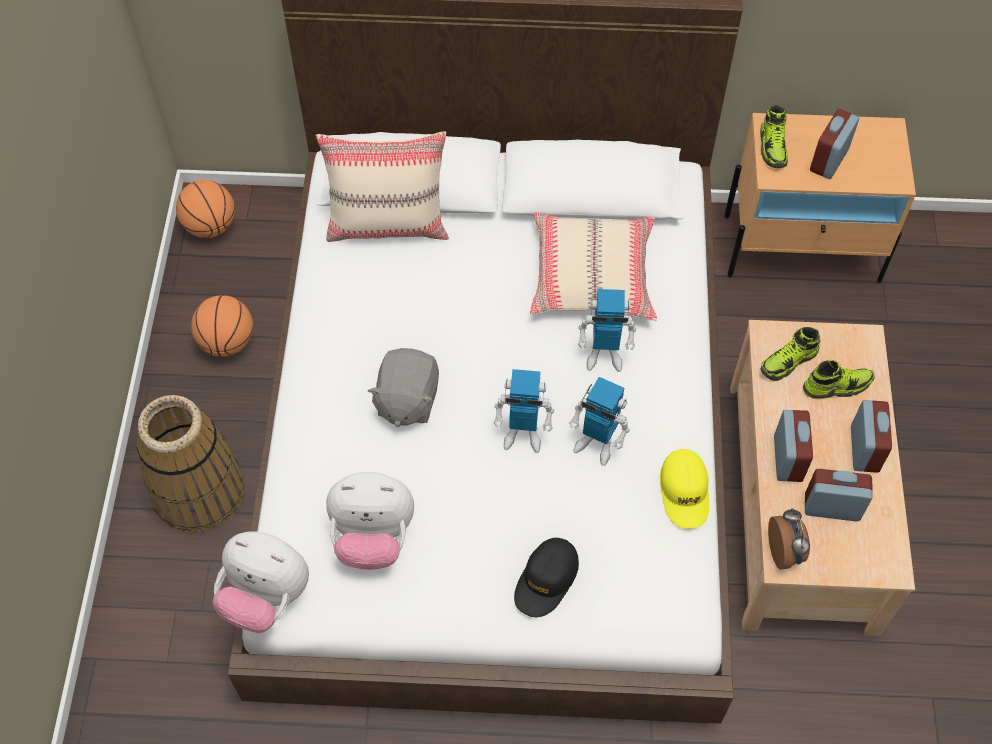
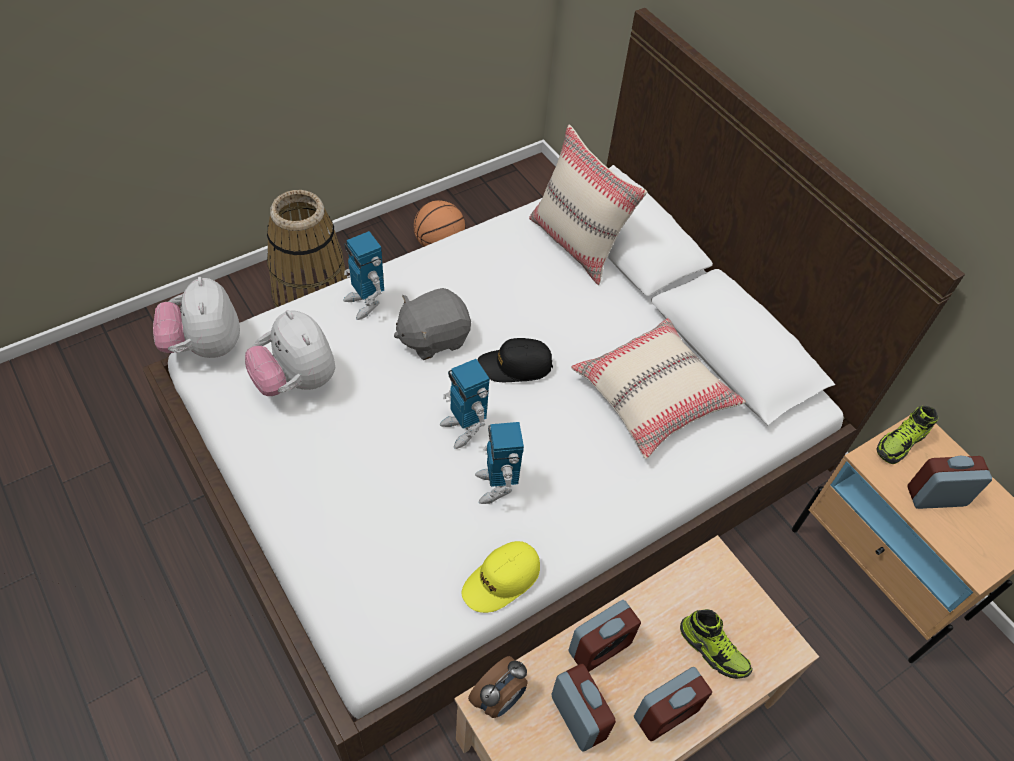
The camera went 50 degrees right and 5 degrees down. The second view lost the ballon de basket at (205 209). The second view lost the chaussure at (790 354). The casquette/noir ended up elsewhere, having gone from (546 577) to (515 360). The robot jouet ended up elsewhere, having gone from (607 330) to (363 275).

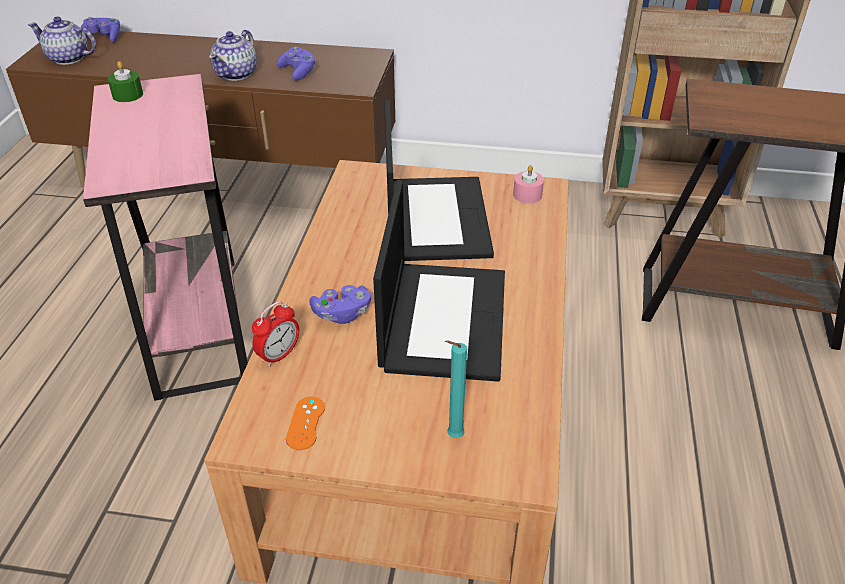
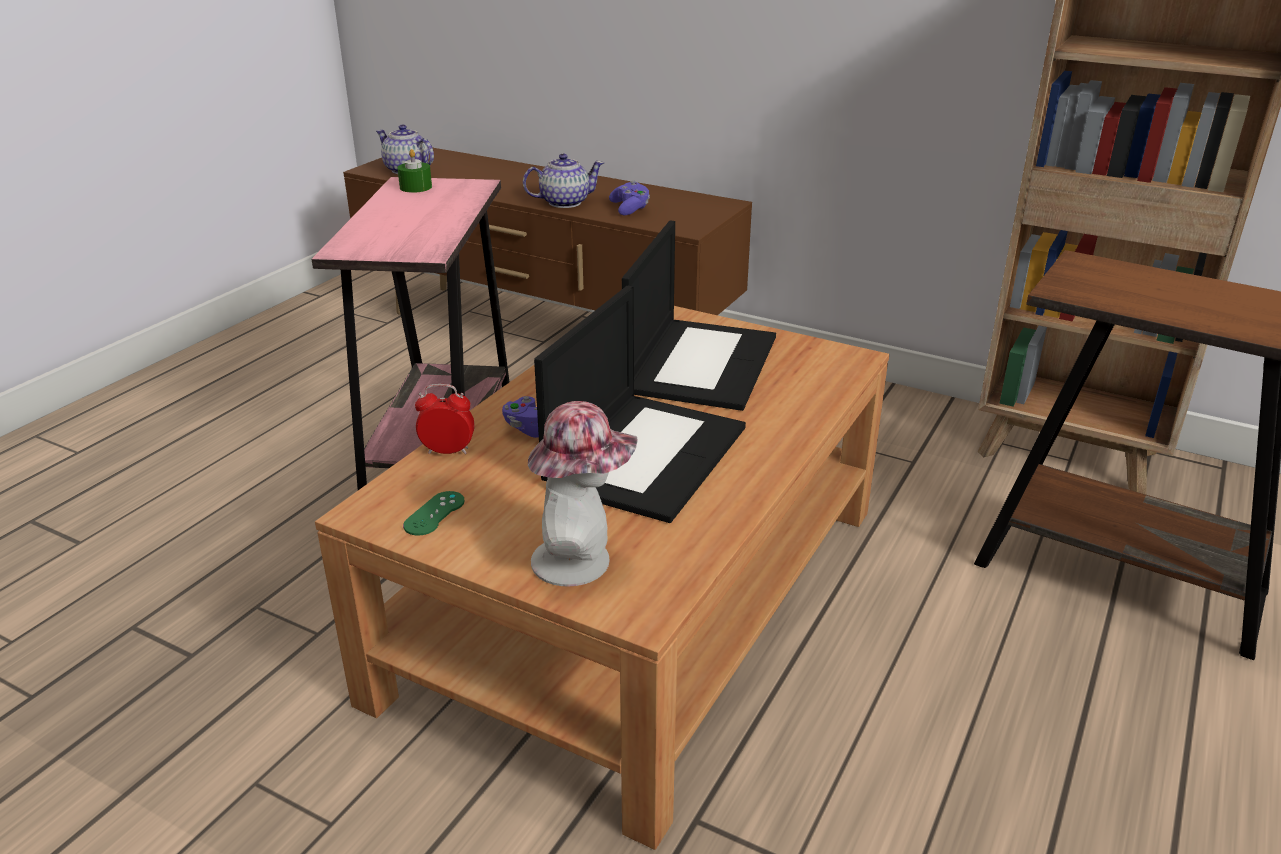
The camera went 20 degrees right and 10 degrees down. The second view lost the manette/violet at (100 30). The second view lost the bougie/rose at (528 184). Where the bougie/turquoise stood at (456 389), the chapeau came to stand at (583 494). What was the manette/orange at (305 423) turned into the manette/vert at (434 513). The théière at (233 55) ended up facing another way, 150 degrees counterclockwise from before. The réveil at (275 334) ended up facing another way, 150 degrees counterclockwise from before.

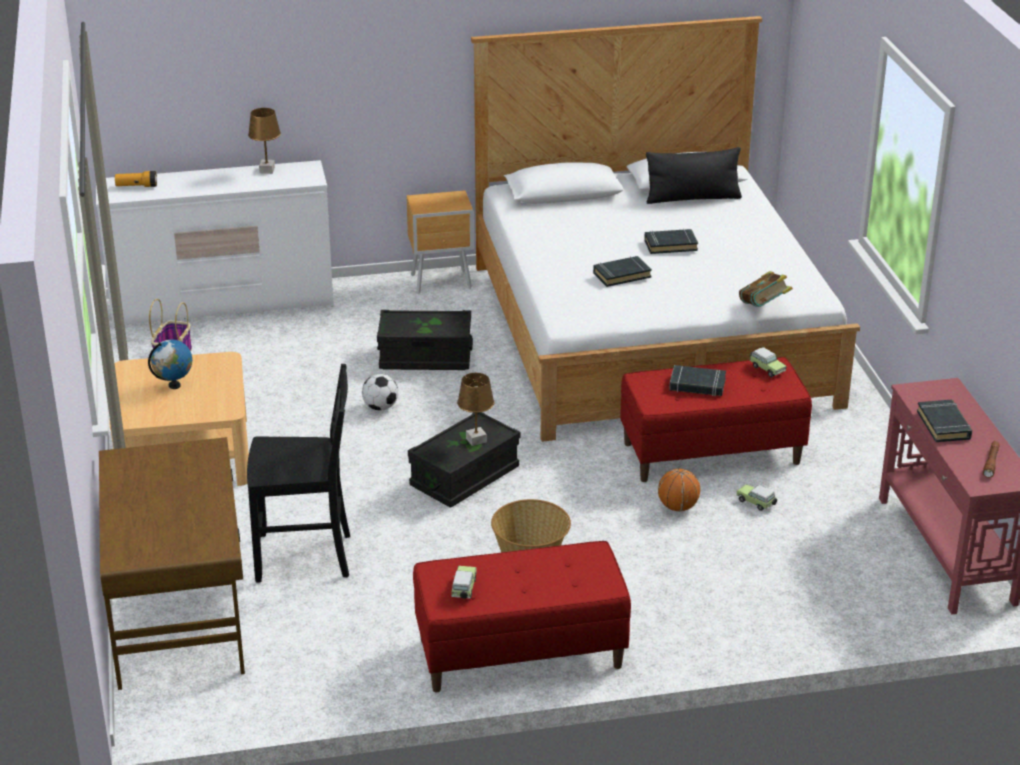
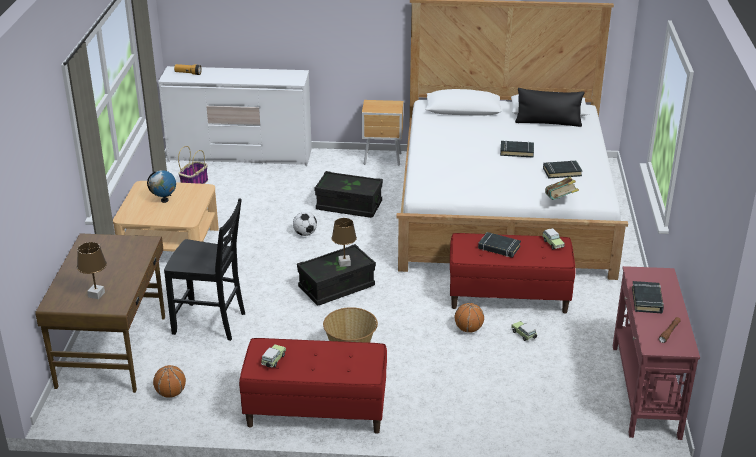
The camera went 15 degrees right and 0 degrees up. The second view gained the ballon de basket at (169 381). The lampe de table/marron ended up elsewhere, having gone from (264 141) to (92 270). The livre/noir ended up elsewhere, having gone from (622 271) to (563 170).

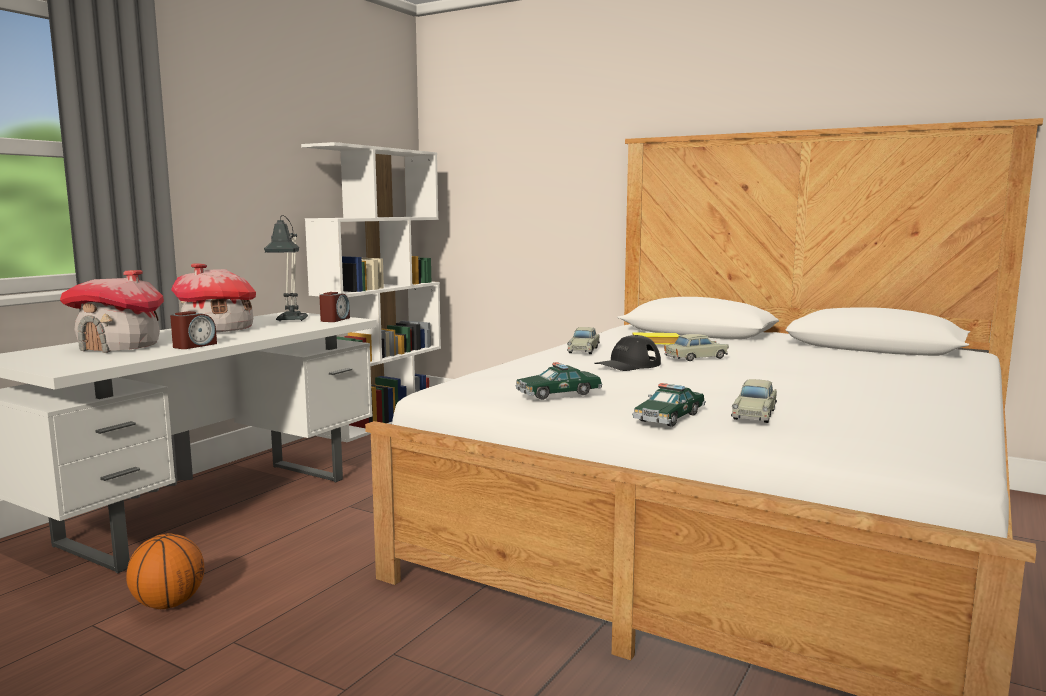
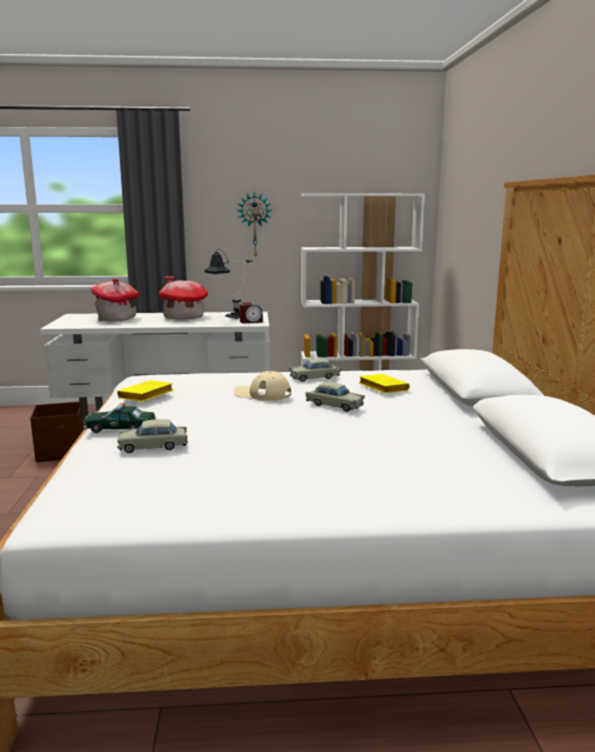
The camera went 55 degrees right and 5 degrees up. The second view lost the réveil at (193 330). The second view gained the horloge murale at (255 224). Where the ballon de basket stood at (165 571), the boîte de rangement/marron came to stand at (57 432). Where the petite voiture stood at (559 381), the livre/jaune came to stand at (145 391). What was the casquette/noir at (627 353) turned into the casquette/beige at (262 386).

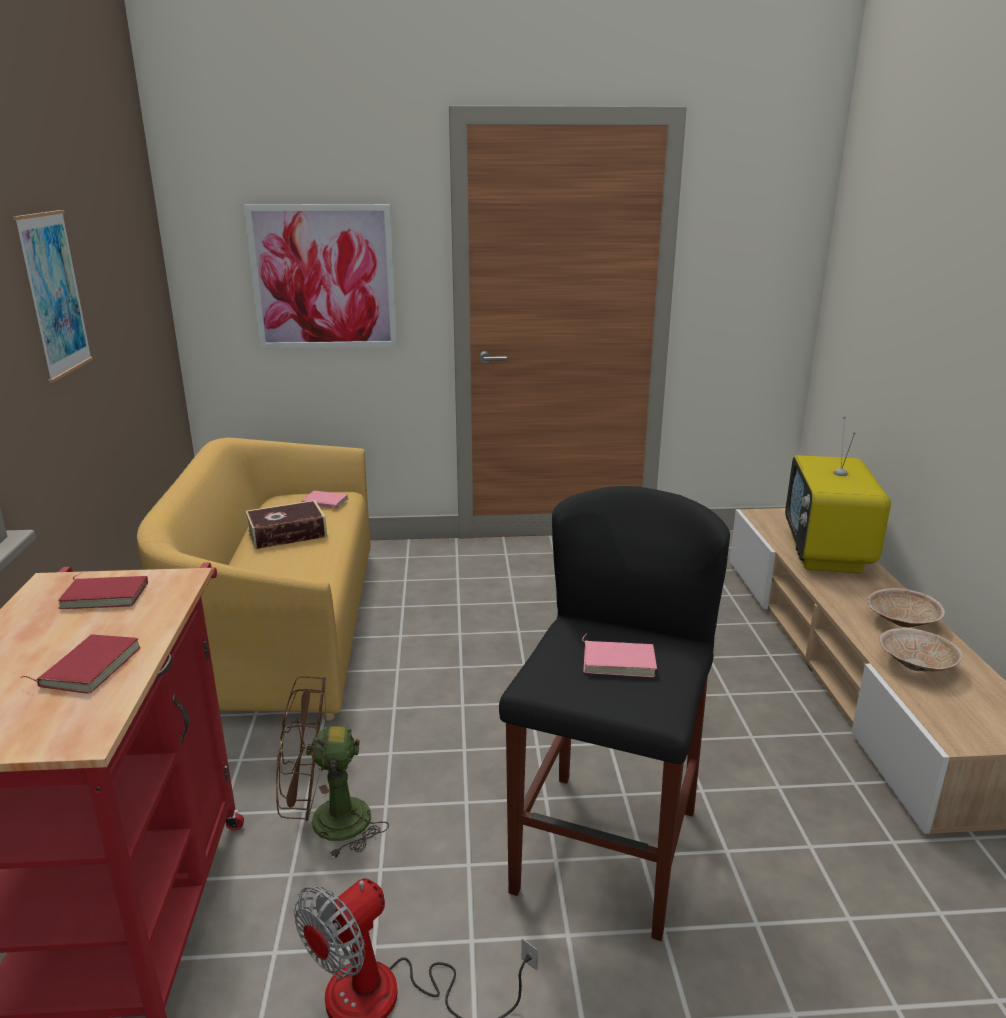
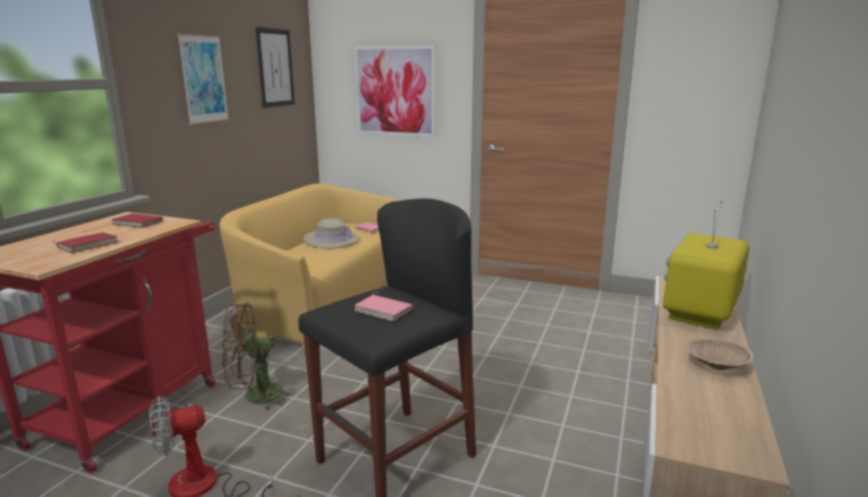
The camera went 25 degrees right and 5 degrees down. The second view lost the bol/beige at (921 649). The second view gained the tableau at (275 67). Where the livre stood at (286 524), the chapeau/beige came to stand at (331 234). The ventilateur/marron at (332 768) ended up facing another way, 45 degrees counterclockwise from before.

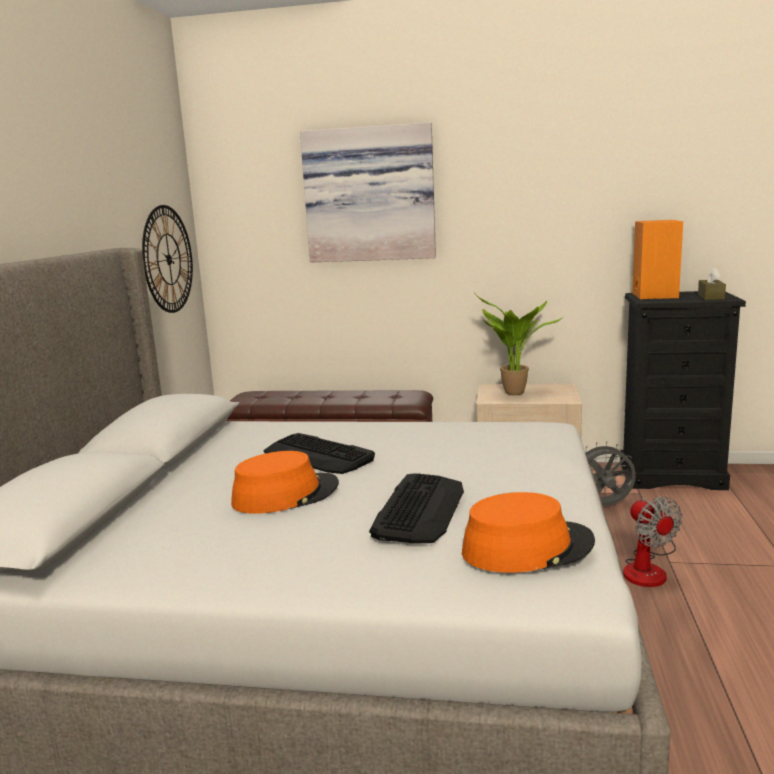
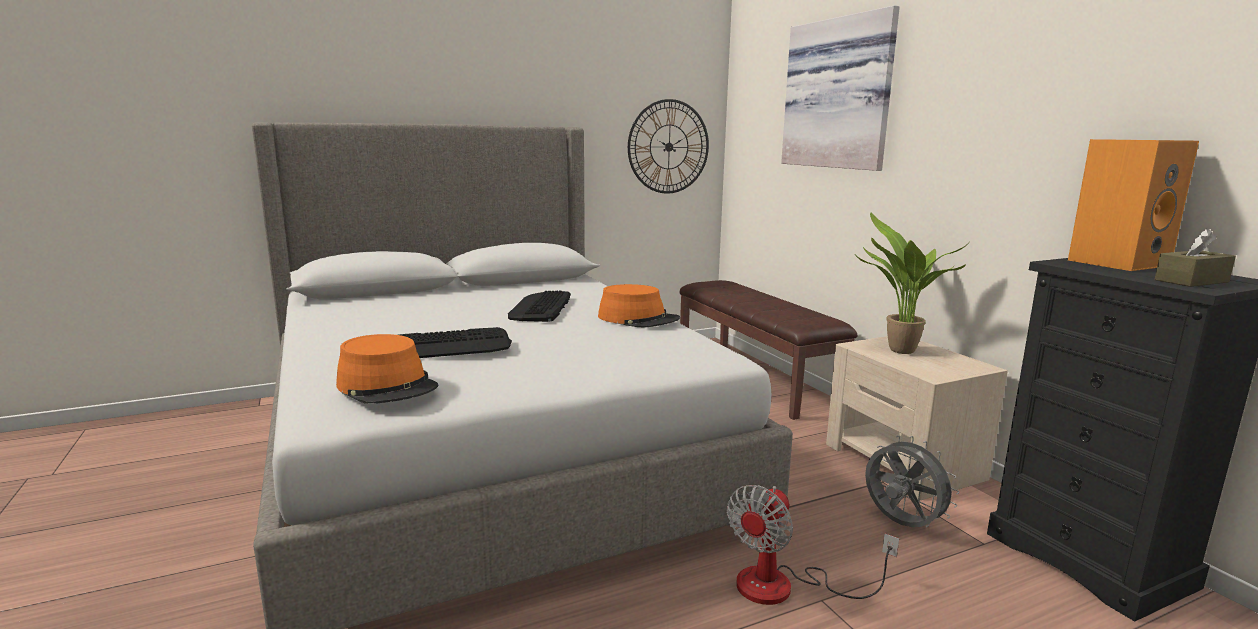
The camera went 55 degrees right and 0 degrees up. The chapeau/orange ended up elsewhere, having gone from (285 482) to (639 306).

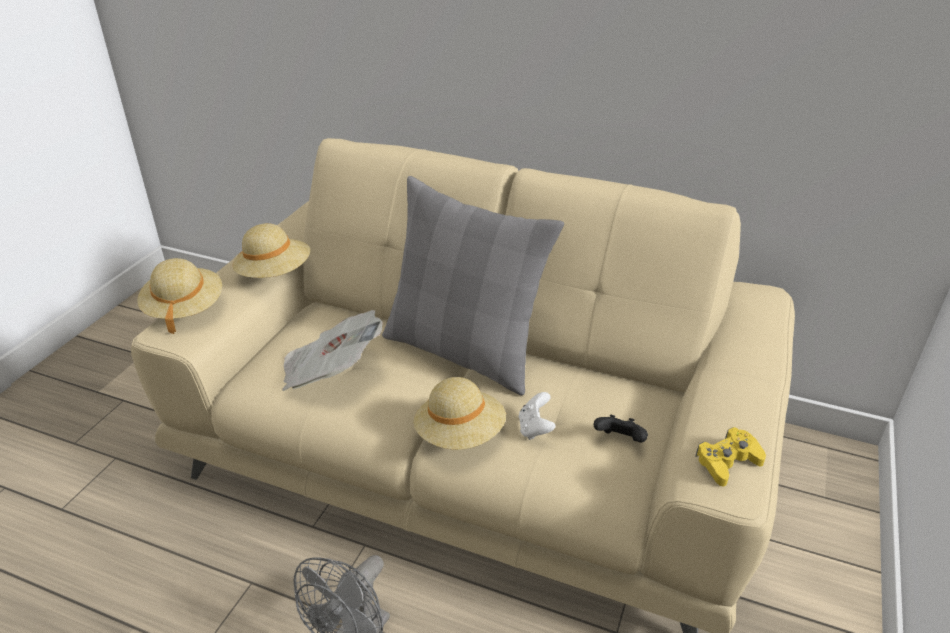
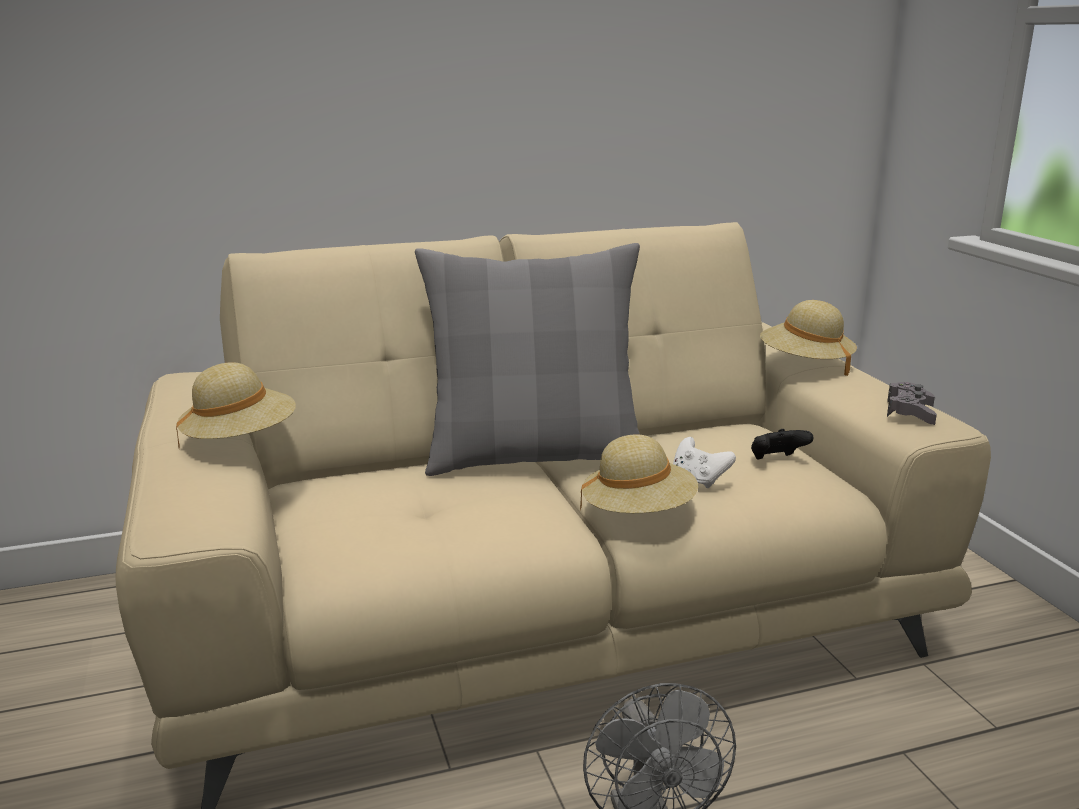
The camera went 40 degrees left and 15 degrees down. The second view lost the journal at (332 350). The chapeau/beige ended up elsewhere, having gone from (179 296) to (808 338). What was the manette/jaune at (730 457) turned into the manette/gris at (912 403).

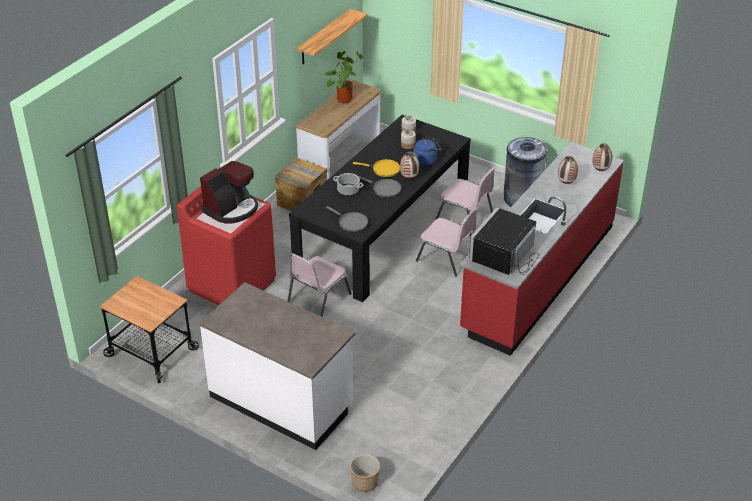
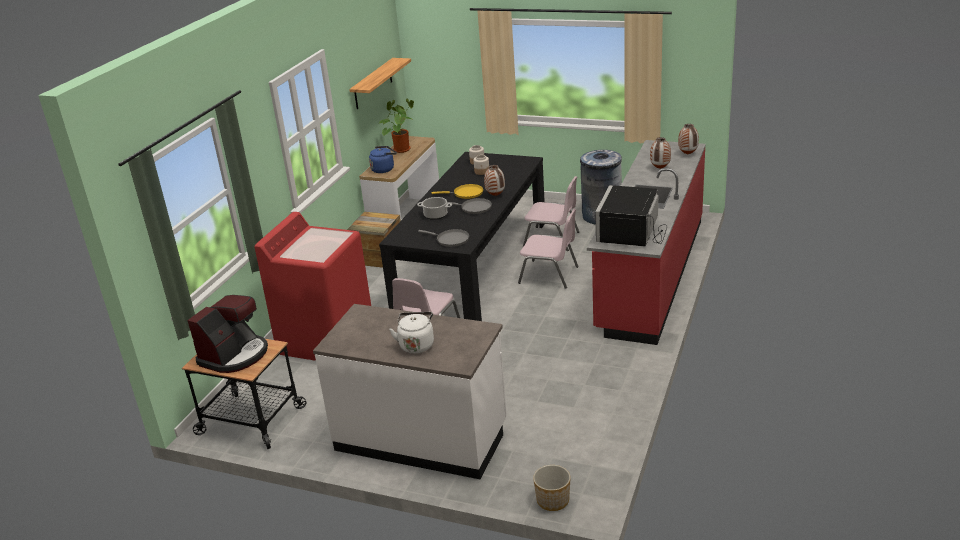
The camera went 10 degrees left and 10 degrees down. The second view gained the bouilloire/blanc at (411 333). The machine à café ended up elsewhere, having gone from (229 192) to (227 334). The bouilloire/bleu ended up elsewhere, having gone from (427 151) to (383 159).

